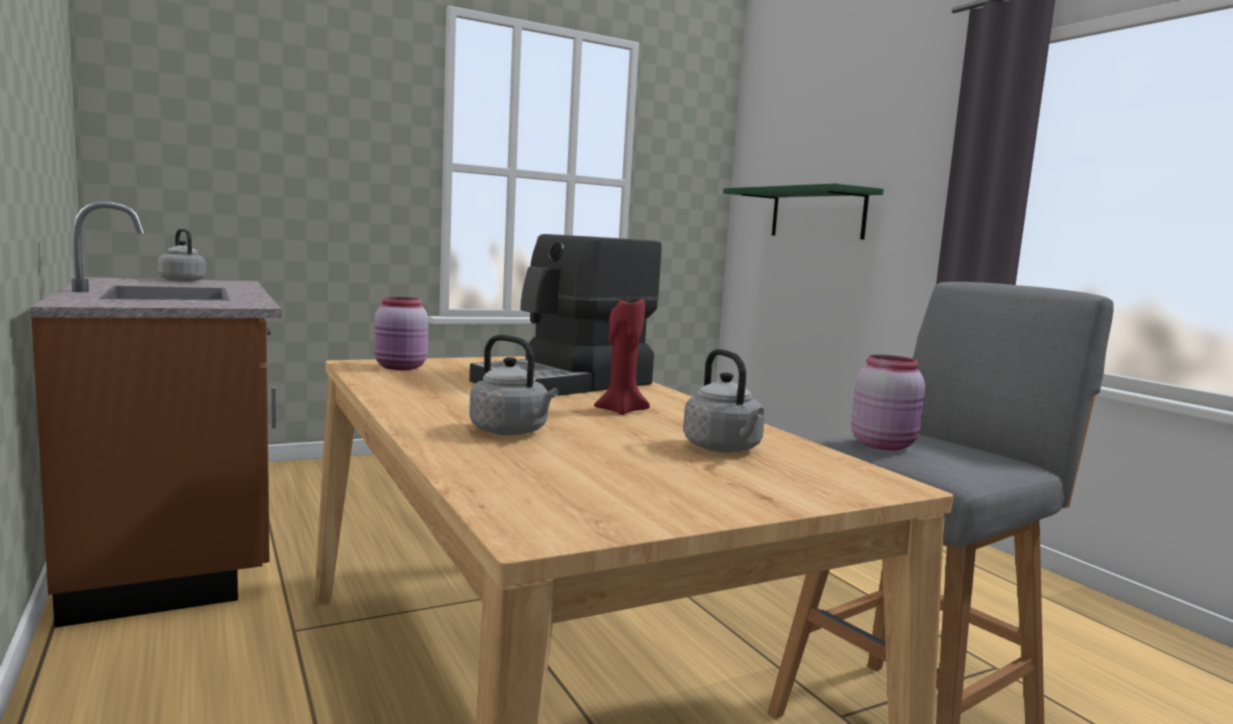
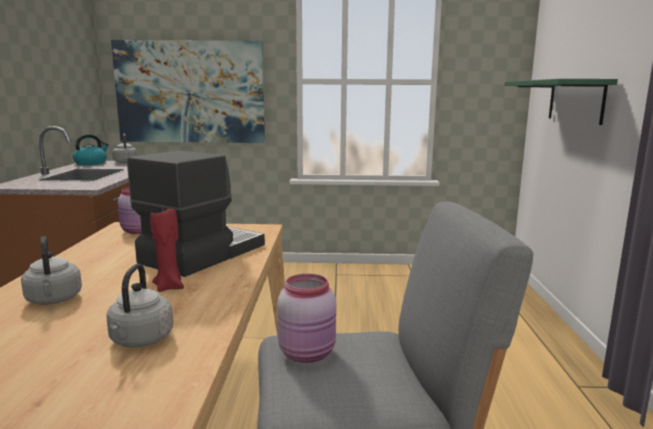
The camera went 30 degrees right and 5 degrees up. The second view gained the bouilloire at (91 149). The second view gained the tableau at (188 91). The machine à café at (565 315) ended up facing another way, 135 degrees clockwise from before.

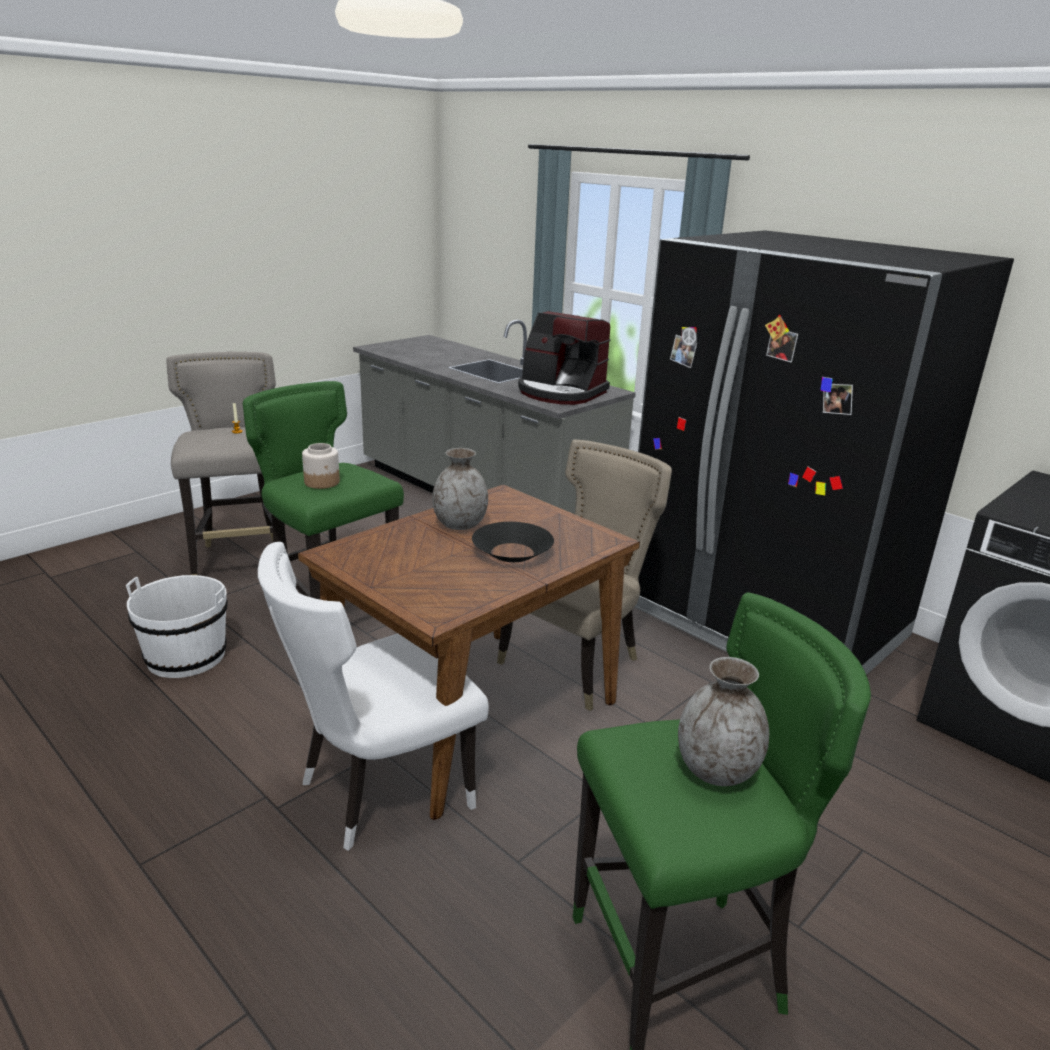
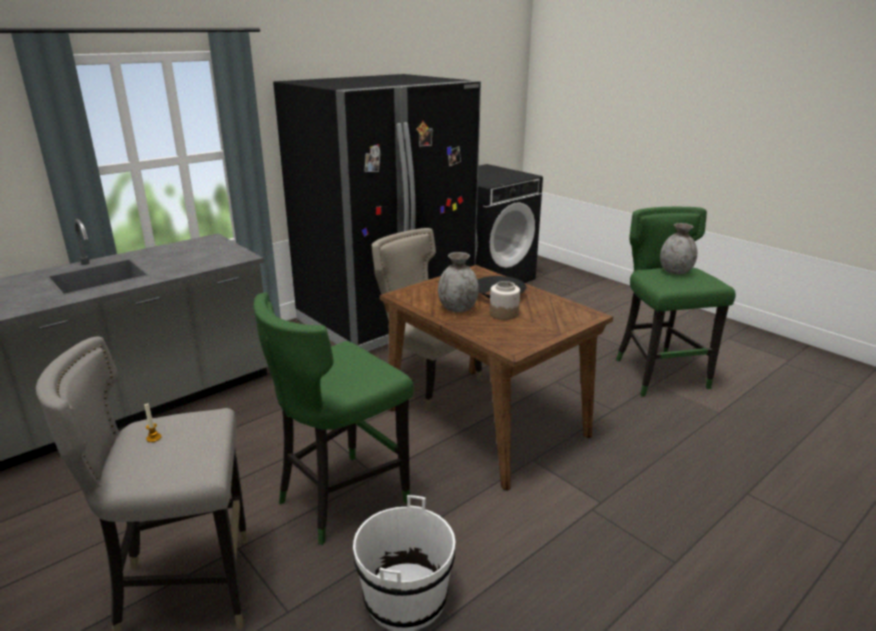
The camera went 85 degrees left and 0 degrees up. The second view lost the chaise/blanc at (373 696). The second view lost the machine à café at (564 358). The bocal ended up elsewhere, having gone from (321 466) to (505 300).

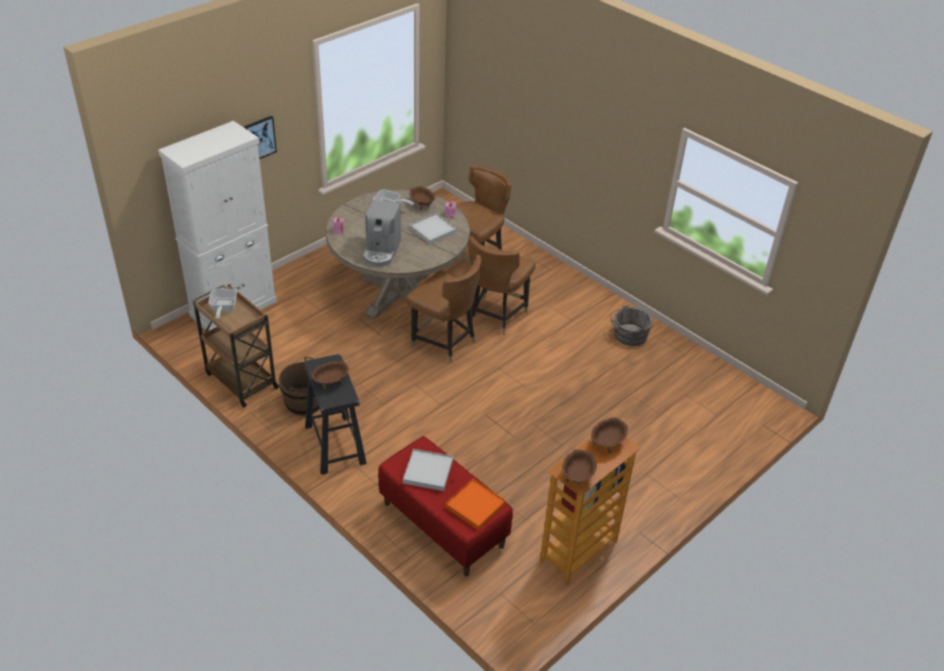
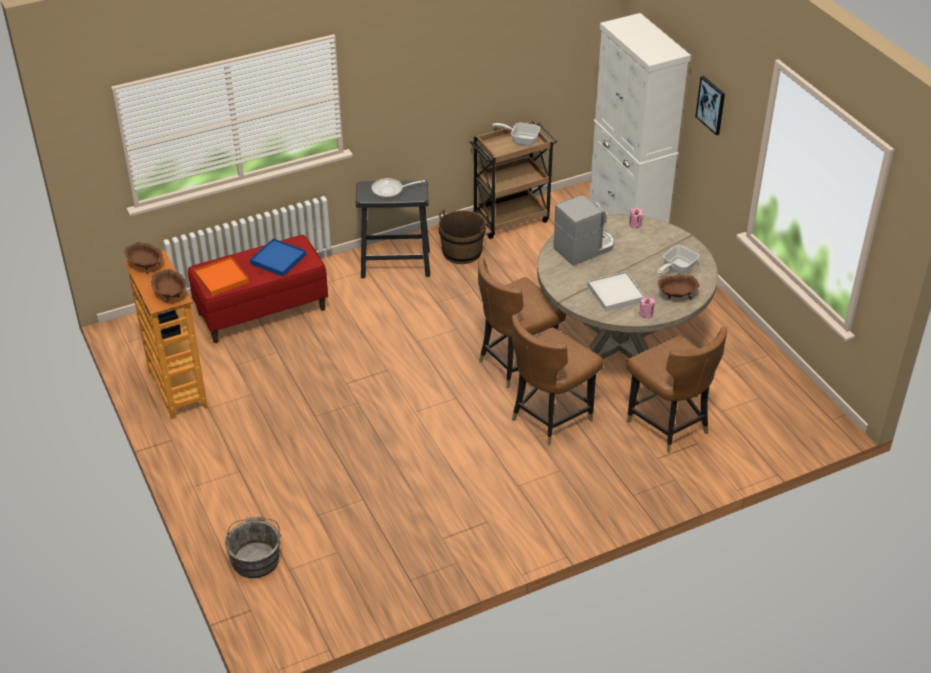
The camera went 110 degrees right and 0 degrees up. The seau/gris ended up elsewhere, having gone from (631 325) to (253 547). Where the bol/marron stood at (329 375), the poêle came to stand at (398 188). What was the plateau/blanc at (428 470) turned into the plateau/bleu at (278 257). The machine à café at (381 233) ended up facing another way, 120 degrees clockwise from before. The chaise/marron at (502 285) ended up facing another way, 90 degrees counterclockwise from before.

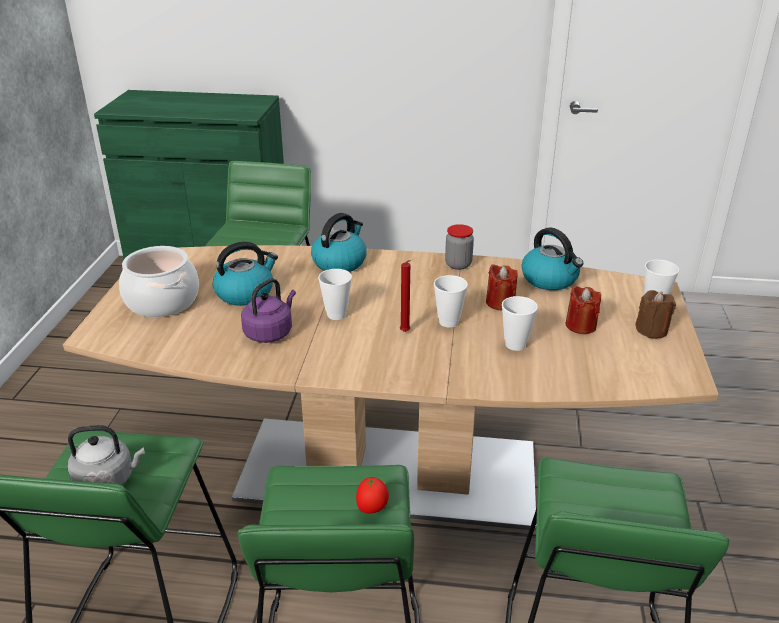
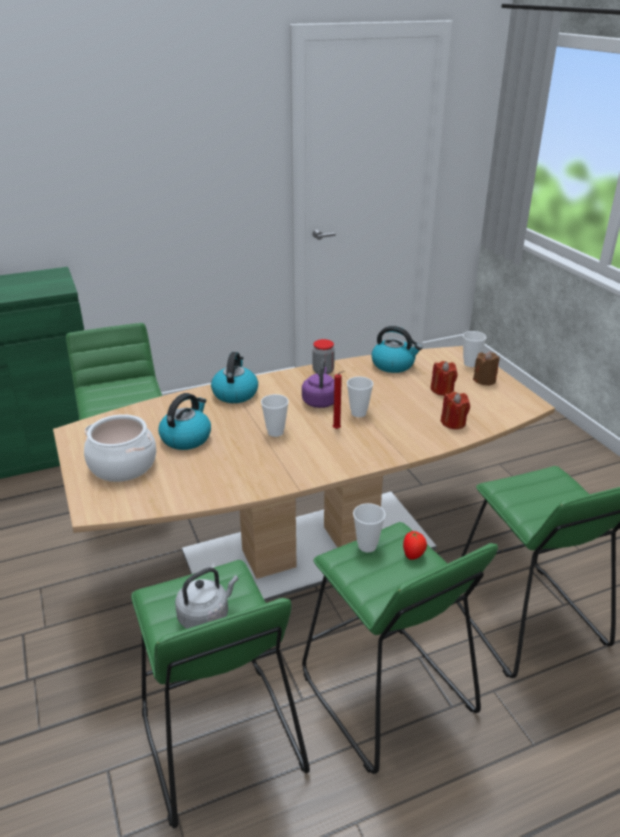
The camera went 30 degrees left and 0 degrees up. The bouilloire/violet ended up elsewhere, having gone from (268 310) to (318 383). The bougie/rouge ended up elsewhere, having gone from (502 287) to (455 410). The tasse ended up elsewhere, having gone from (520 323) to (369 527).

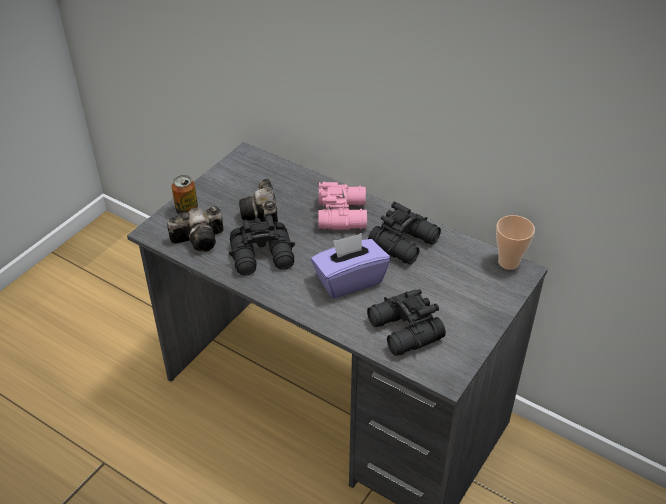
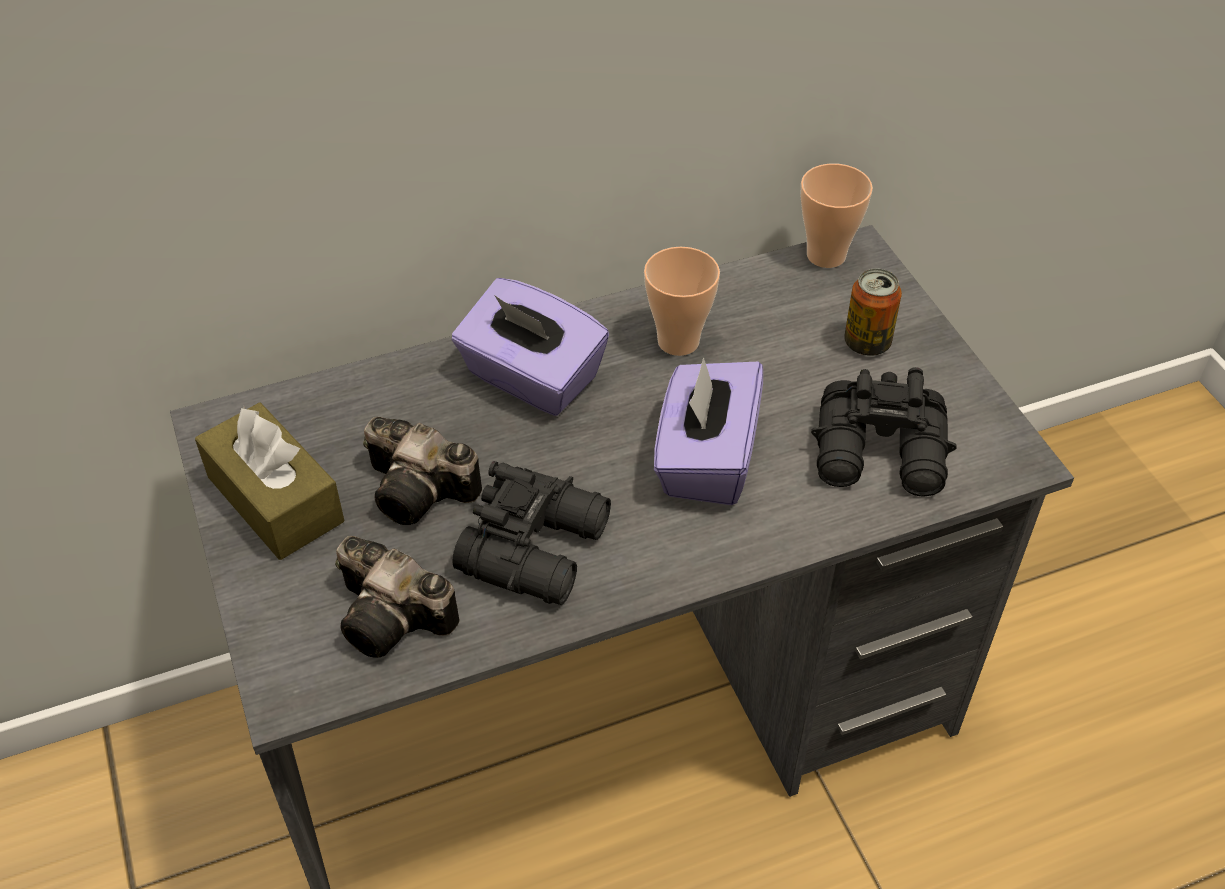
The camera went 55 degrees left and 5 degrees up. The second view gained the boîte à mouchoirs/marron at (269 481). The boîte métallique ended up elsewhere, having gone from (185 194) to (873 312). Where the jumelles/rose stood at (342 206), the boîte à mouchoirs/violet came to stand at (530 347). Where the jumelles/noir stood at (404 233), the tasse came to stand at (682 301). The appareil photo at (195 229) ended up facing another way, 105 degrees clockwise from before.

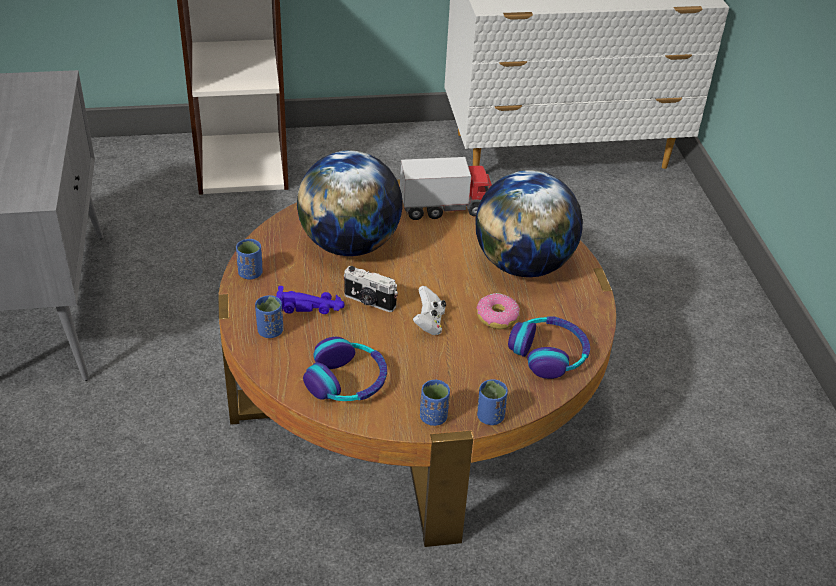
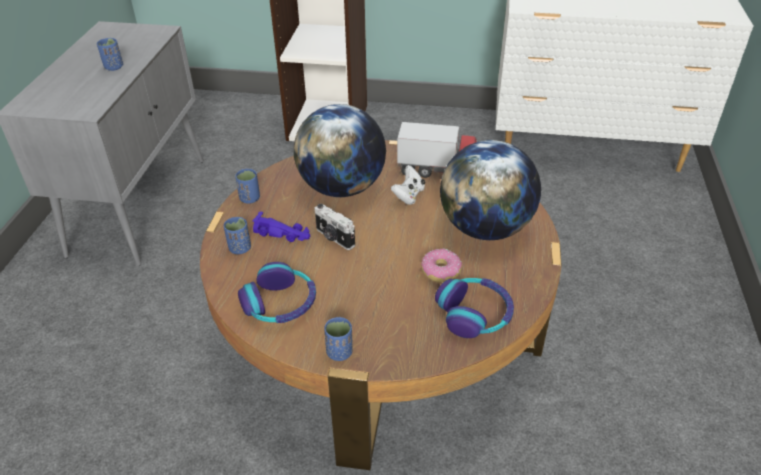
The camera went 20 degrees right and 0 degrees up. The manette/blanc ended up elsewhere, having gone from (429 310) to (408 185). The tasse/bleu ended up elsewhere, having gone from (492 402) to (110 54).

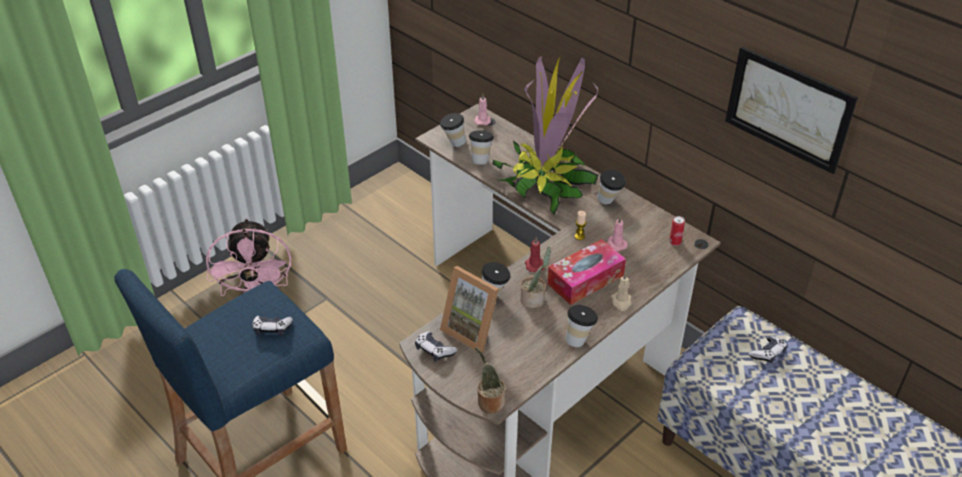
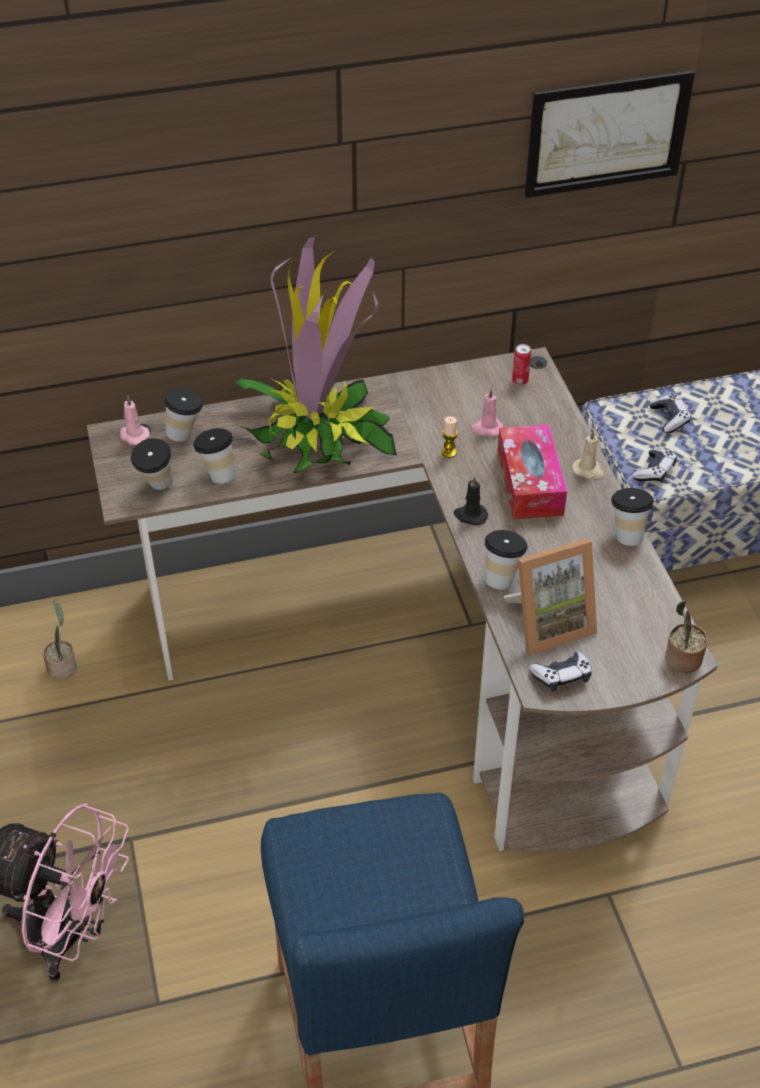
The camera went 60 degrees left and 5 degrees up. The manette ended up elsewhere, having gone from (272 326) to (654 466). The plante en pot ended up elsewhere, having gone from (535 277) to (60 639). The tasse ended up elsewhere, having gone from (611 187) to (183 415). What was the bougie/rouge at (534 254) turned into the bougie/noir at (471 500).

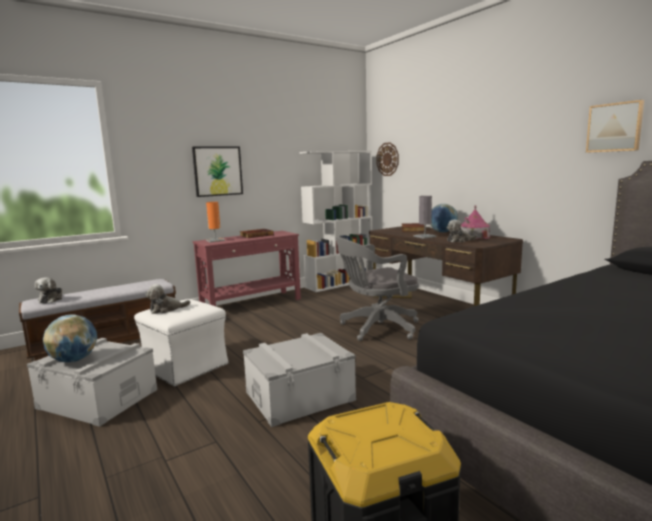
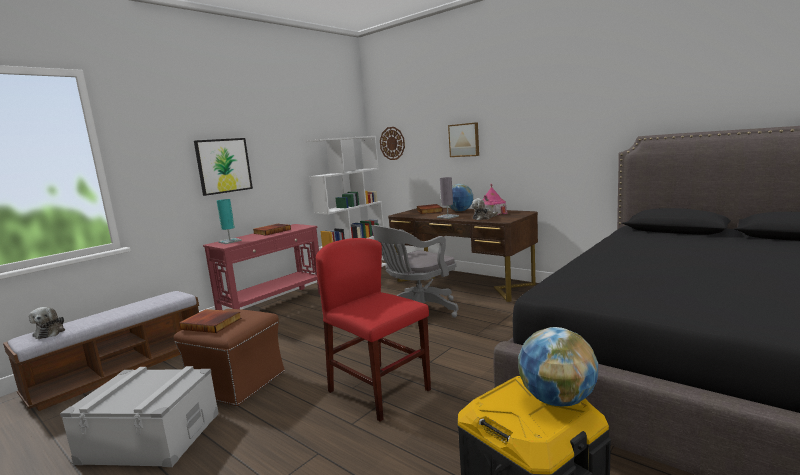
The camera went 15 degrees left and 0 degrees up. The globe ended up elsewhere, having gone from (70 338) to (558 367). The tableau ended up elsewhere, having gone from (615 126) to (463 139). Where the peluche stood at (167 299), the livre came to stand at (210 321). Where the boîte de rangement/gris stood at (299 380), the chaise/rouge came to stand at (373 330). What was the pouf/blanc at (181 343) turned into the pouf/marron at (229 357). What was the lampe de table/orange at (215 222) turned into the lampe de table/turquoise at (229 221).

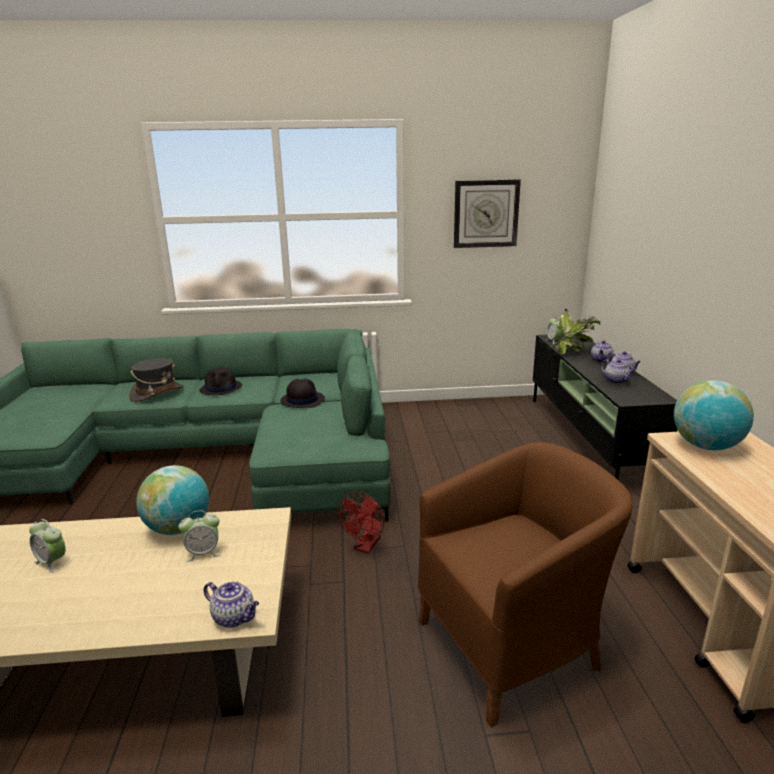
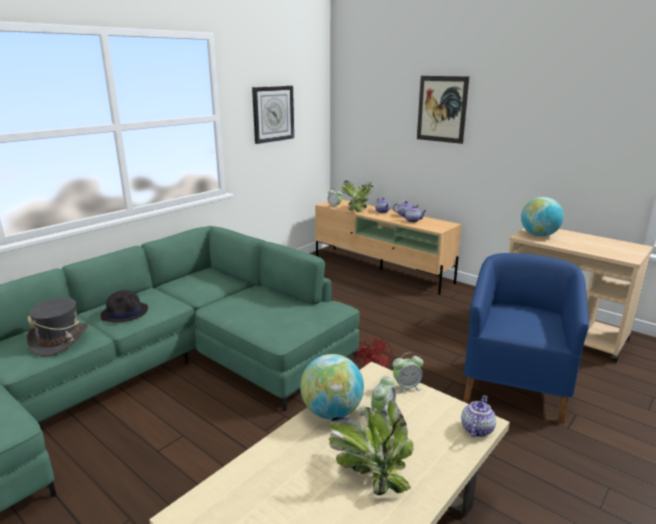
The camera went 45 degrees left and 0 degrees up. The second view lost the chapeau/noir at (302 393). The second view gained the plante en pot at (371 447). The second view gained the tableau at (443 110). The réveil ended up elsewhere, having gone from (47 546) to (408 373). What was the fauteuil/marron at (525 584) turned into the fauteuil/bleu at (526 338). What was the meuble télé/noir at (605 406) turned into the meuble télé/beige at (388 246). The théière at (231 604) ended up facing another way, 45 degrees counterclockwise from before.

